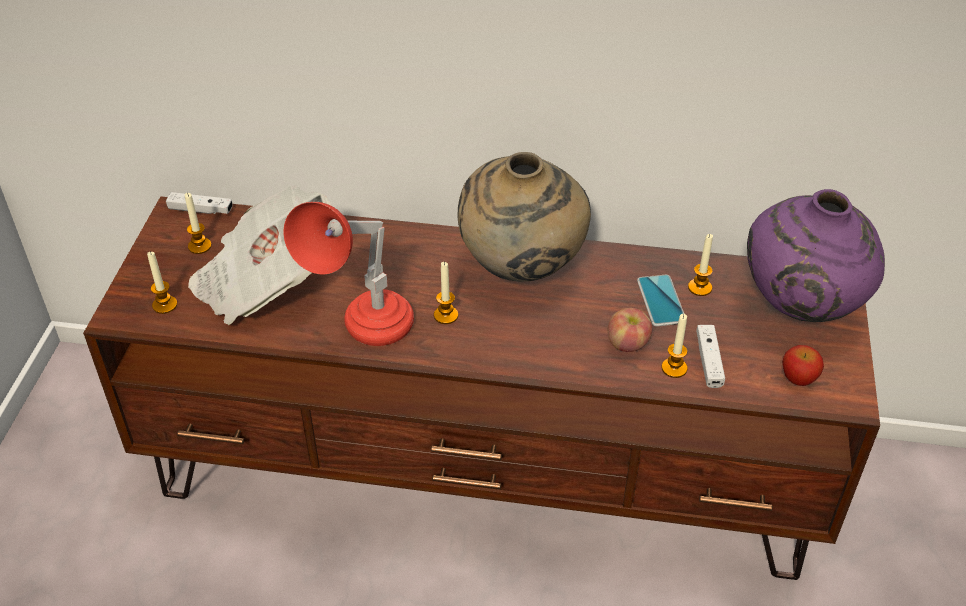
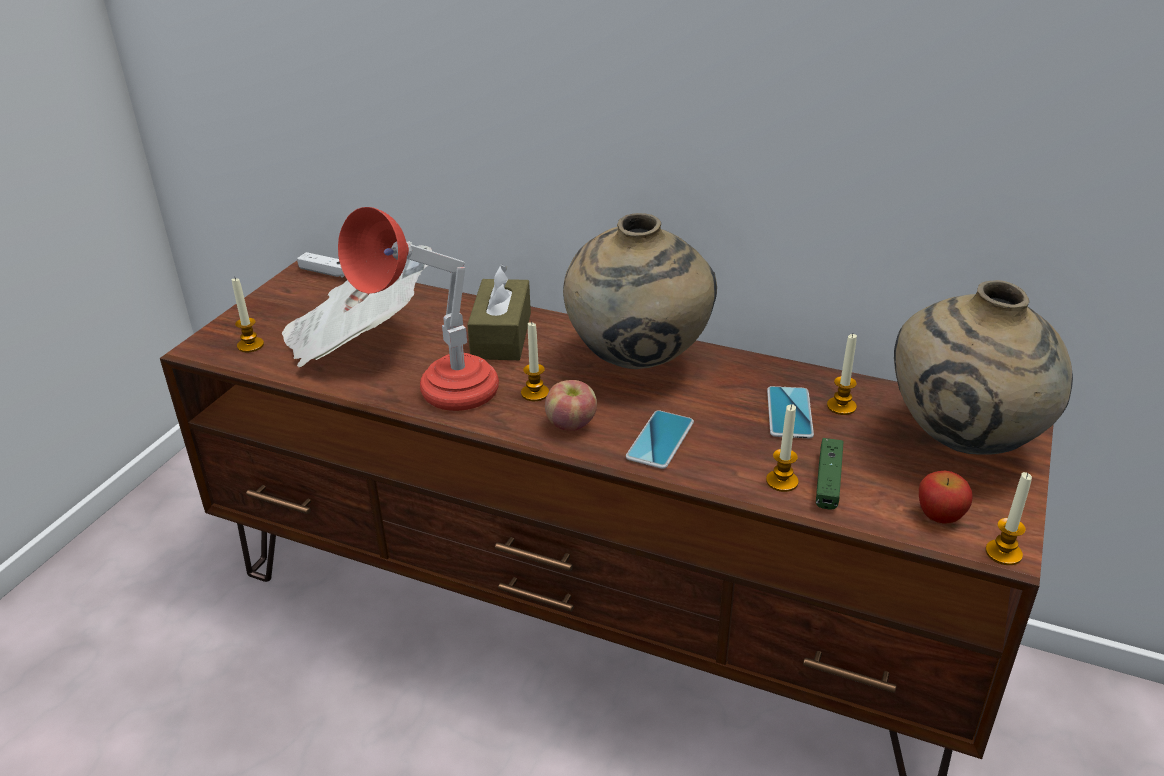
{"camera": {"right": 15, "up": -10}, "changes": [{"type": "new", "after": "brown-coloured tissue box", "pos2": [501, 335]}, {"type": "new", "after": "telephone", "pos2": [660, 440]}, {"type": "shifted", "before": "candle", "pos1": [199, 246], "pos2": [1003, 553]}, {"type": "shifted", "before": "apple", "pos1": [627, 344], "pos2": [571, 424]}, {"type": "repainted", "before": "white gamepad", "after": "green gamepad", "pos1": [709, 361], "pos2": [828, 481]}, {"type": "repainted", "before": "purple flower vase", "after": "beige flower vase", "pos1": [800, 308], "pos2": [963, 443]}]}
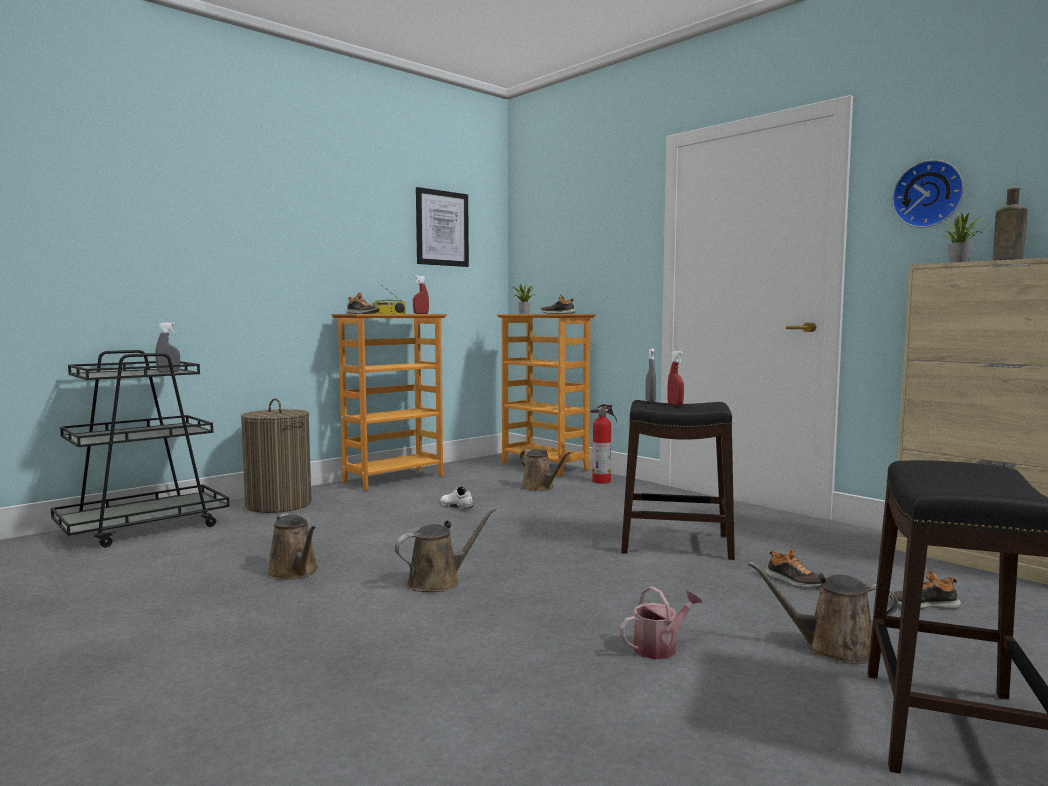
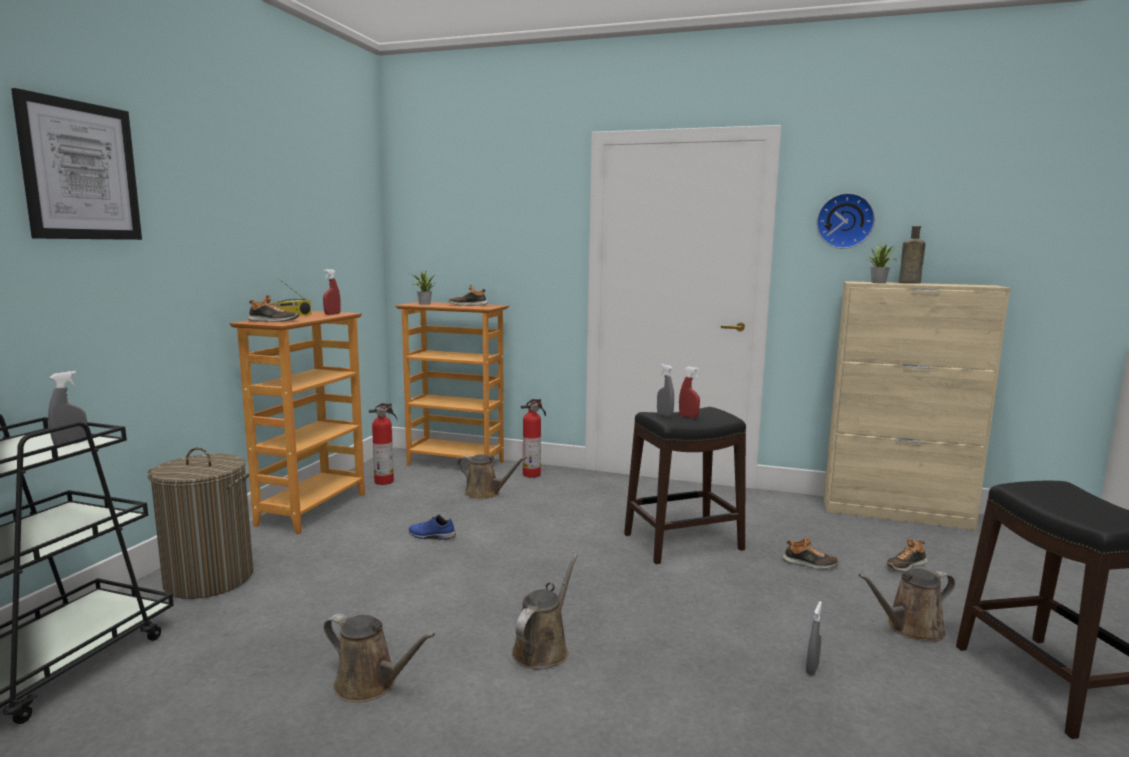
{"camera": {"right": -30, "up": 5}, "changes": [{"type": "new", "after": "fire extinguisher", "pos2": [385, 481]}, {"type": "shifted", "before": "wall art", "pos1": [442, 228], "pos2": [80, 171]}, {"type": "swapped", "before": "sprinkling can", "after": "greyish sprayer", "pos1": [660, 647], "pos2": [812, 669]}, {"type": "repainted", "before": "white item of footwear", "after": "bluish item of footwear", "pos1": [455, 506], "pos2": [431, 536]}]}
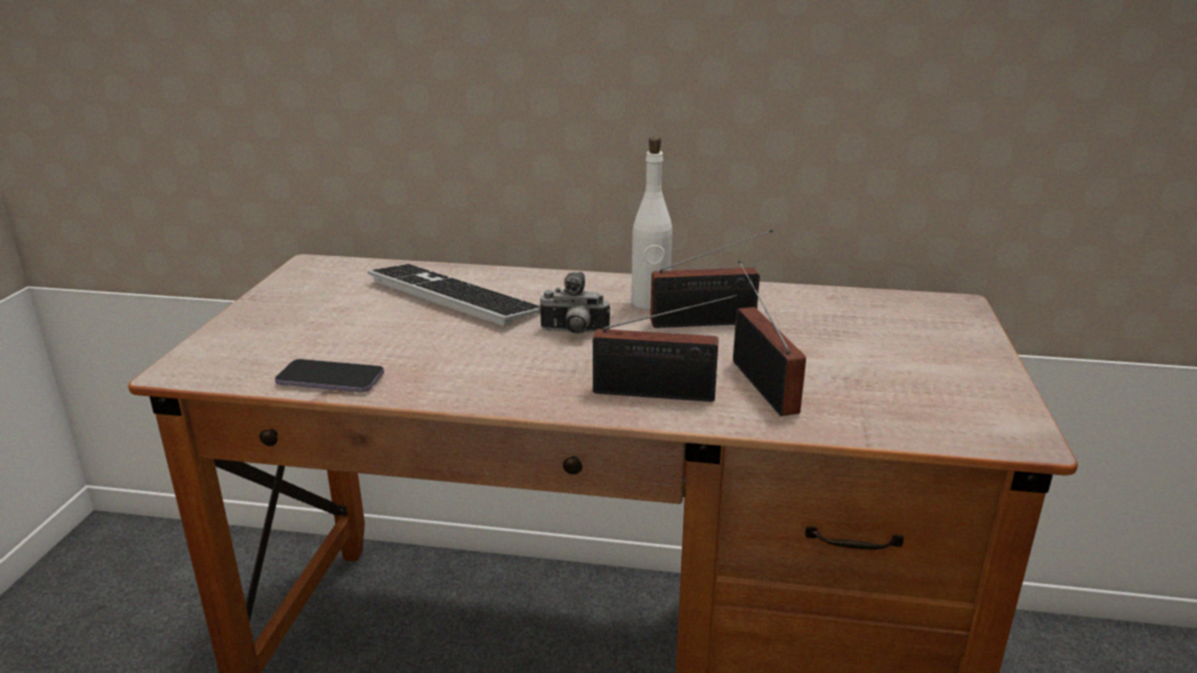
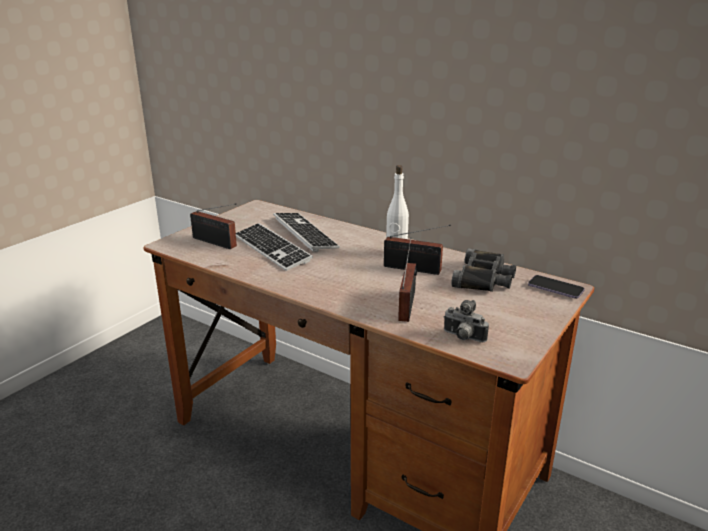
{"camera": {"right": 25, "up": 0}, "changes": [{"type": "new", "after": "keyboard", "pos2": [271, 248]}, {"type": "new", "after": "black-coloured binoculars", "pos2": [484, 278]}, {"type": "shifted", "before": "telephone", "pos1": [330, 379], "pos2": [555, 288]}, {"type": "shifted", "before": "photo camera", "pos1": [574, 333], "pos2": [463, 338]}, {"type": "shifted", "before": "radio", "pos1": [661, 394], "pos2": [216, 243]}]}
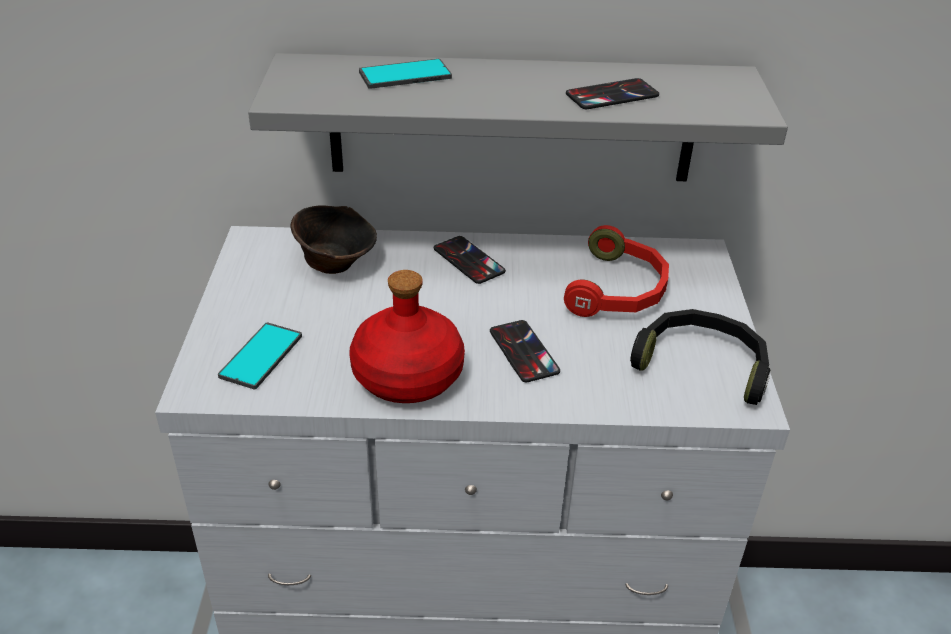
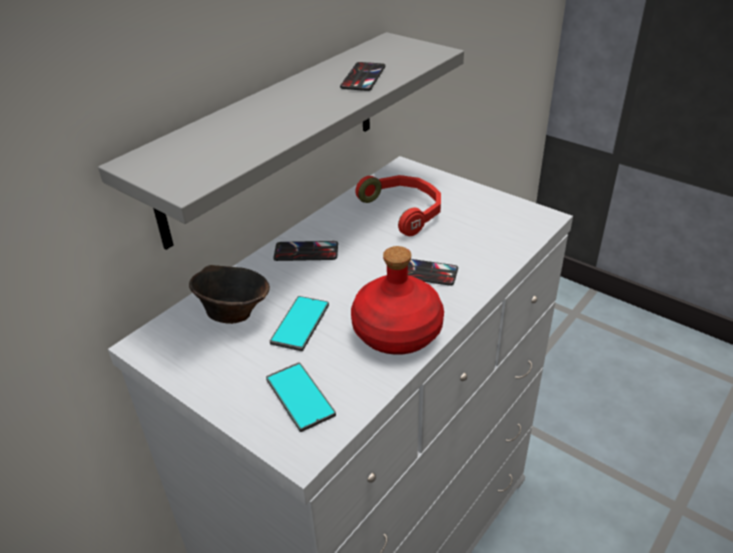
{"camera": {"right": -50, "up": 0}, "changes": [{"type": "gone", "before": "black-coloured headphones", "pos1": [702, 364]}, {"type": "shifted", "before": "telephone", "pos1": [405, 75], "pos2": [300, 324]}]}
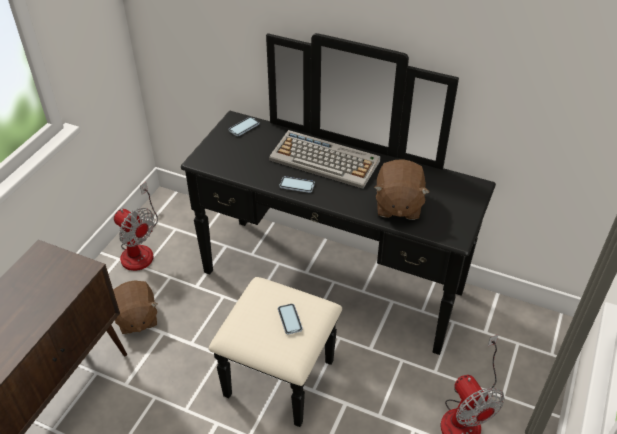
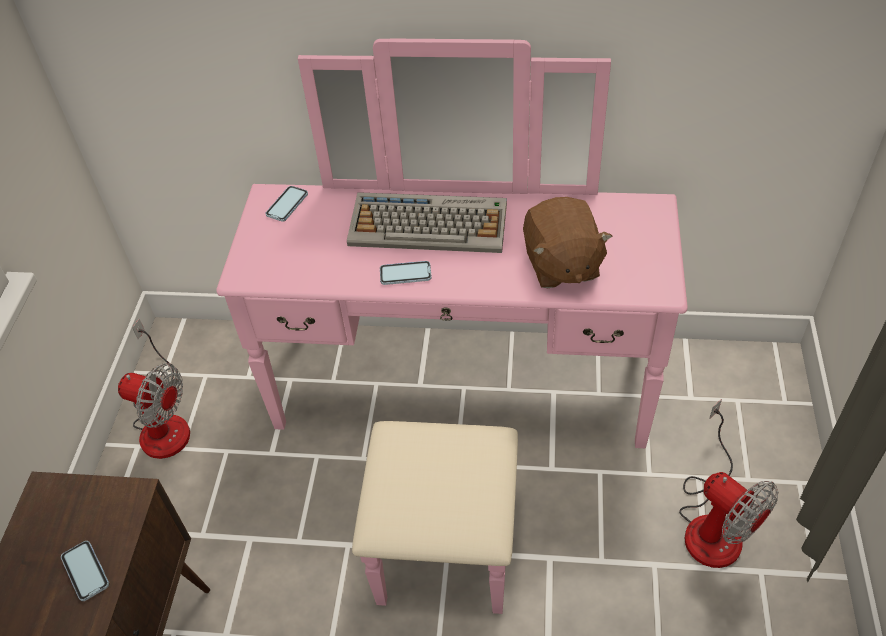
{"camera": {"right": -15, "up": 5}, "changes": [{"type": "gone", "before": "brown-coloured soft toy", "pos1": [137, 318]}, {"type": "shifted", "before": "telephone", "pos1": [290, 319], "pos2": [85, 571]}, {"type": "repainted", "before": "black-coloured dresser", "after": "pink dresser", "pos1": [322, 302], "pos2": [459, 422]}]}
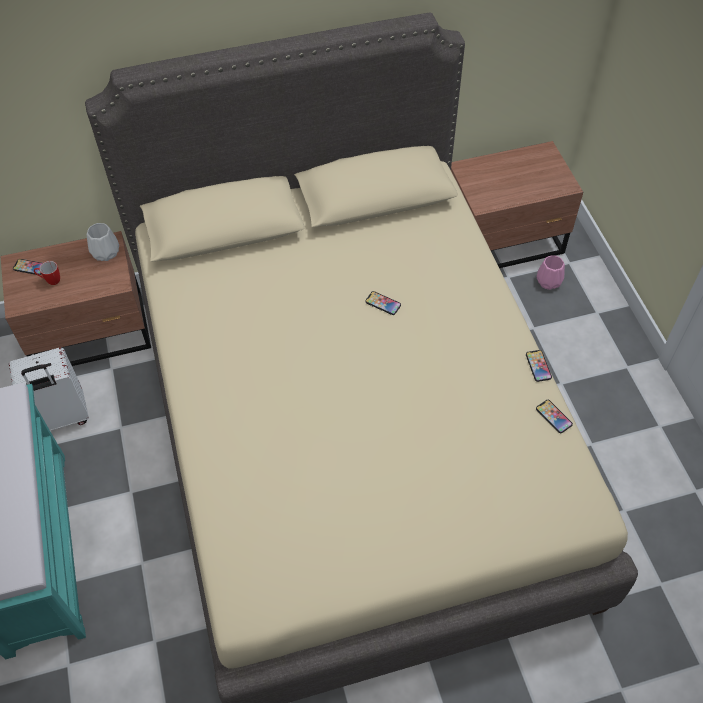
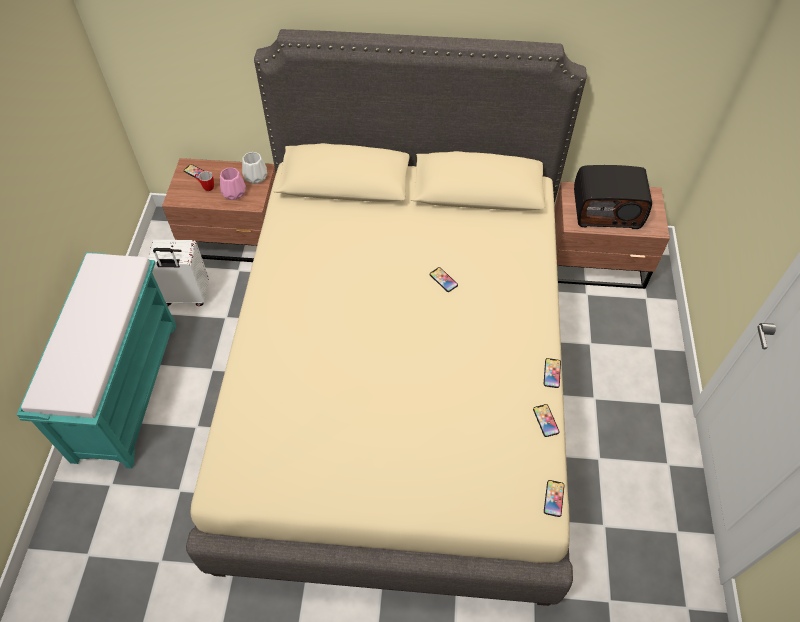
{"camera": {"right": 20, "up": 0}, "changes": [{"type": "new", "after": "telephone", "pos2": [554, 498]}, {"type": "new", "after": "radio", "pos2": [606, 210]}, {"type": "shifted", "before": "pink flower vase", "pos1": [549, 282], "pos2": [234, 193]}]}
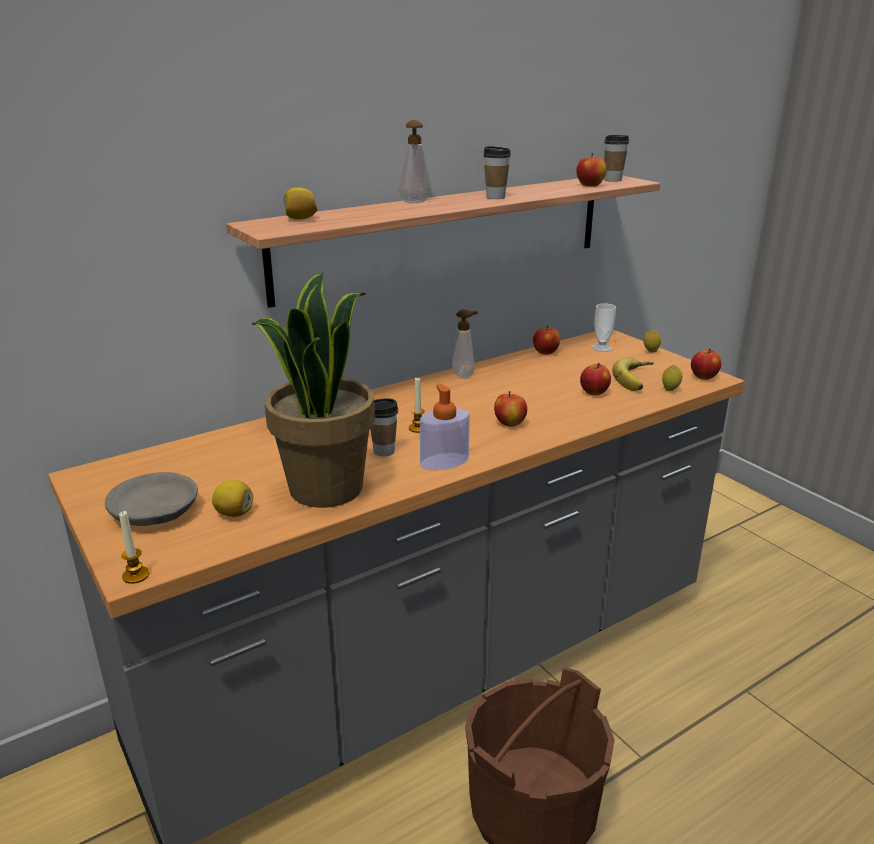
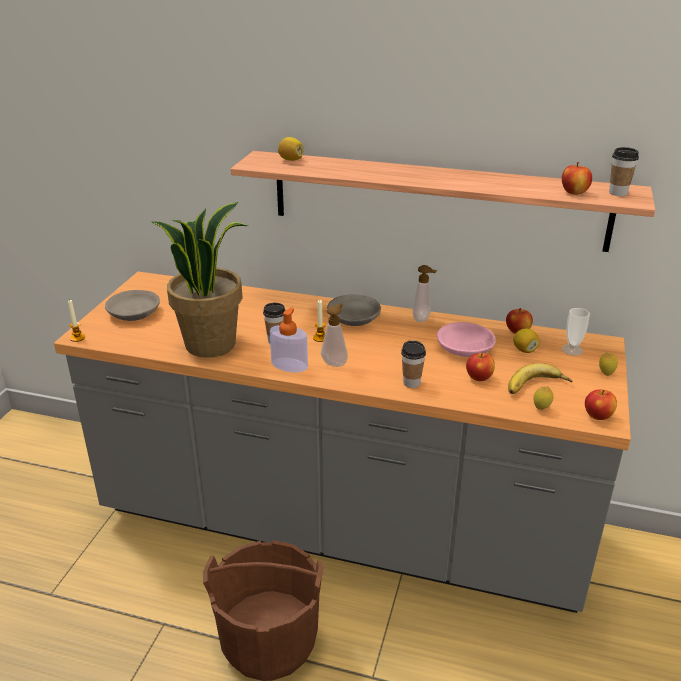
{"camera": {"right": 50, "up": 5}, "changes": [{"type": "gone", "before": "apple", "pos1": [510, 423]}, {"type": "new", "after": "greyish serving bowl", "pos2": [353, 318]}, {"type": "new", "after": "pink serving bowl", "pos2": [465, 348]}, {"type": "shifted", "before": "whole lemon", "pos1": [234, 513], "pos2": [524, 350]}, {"type": "shifted", "before": "soap bottle", "pos1": [414, 201], "pos2": [335, 363]}, {"type": "shifted", "before": "cup", "pos1": [495, 197], "pos2": [411, 383]}]}
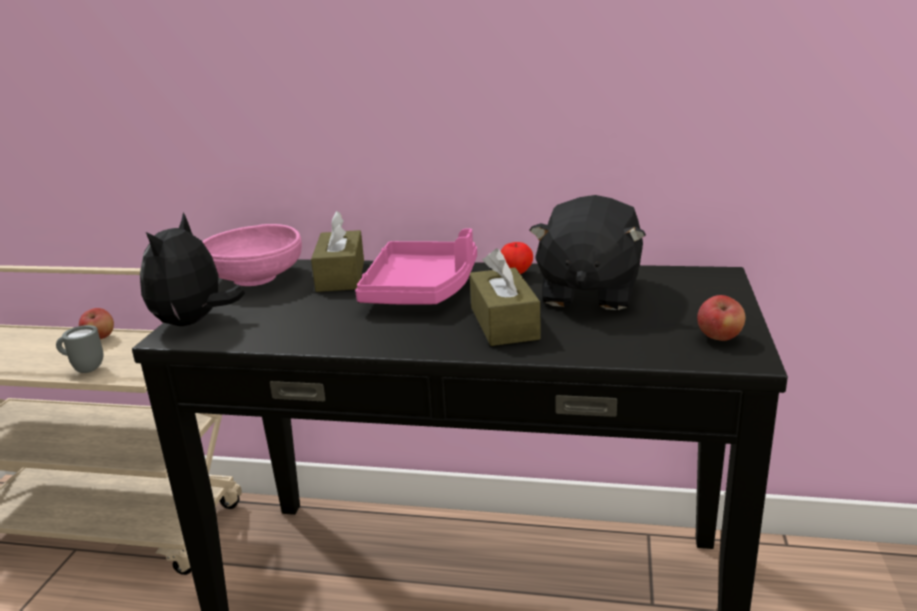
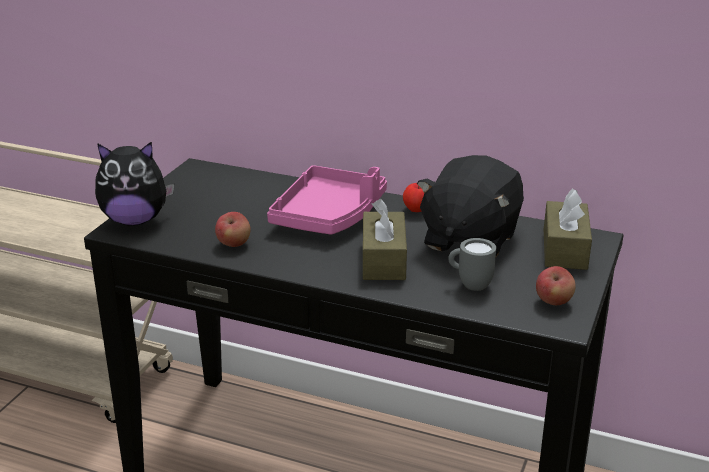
{"camera": {"right": 10, "up": 5}, "changes": [{"type": "gone", "before": "pink serving bowl", "pos1": [256, 278]}, {"type": "shifted", "before": "greyish tea mug", "pos1": [84, 369], "pos2": [470, 285]}, {"type": "shifted", "before": "apple", "pos1": [100, 337], "pos2": [234, 244]}, {"type": "shifted", "before": "brown-coloured tissue box", "pos1": [340, 276], "pos2": [564, 249]}, {"type": "rotated", "before": "soft toy", "pos1": [193, 322], "pos2": [135, 220], "turn": -120}]}
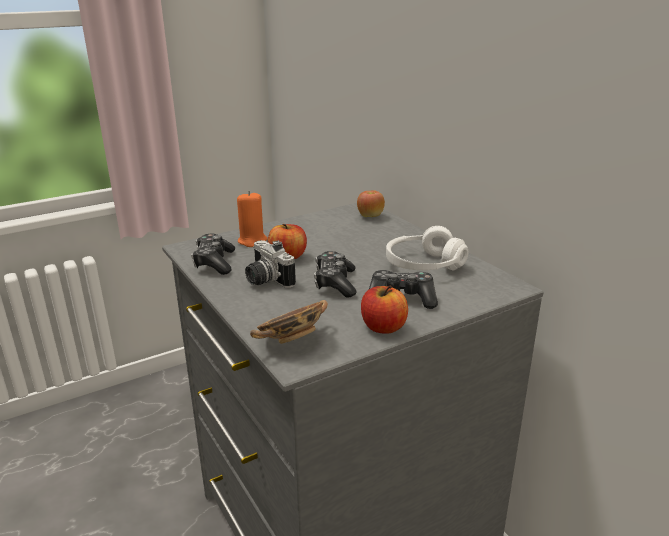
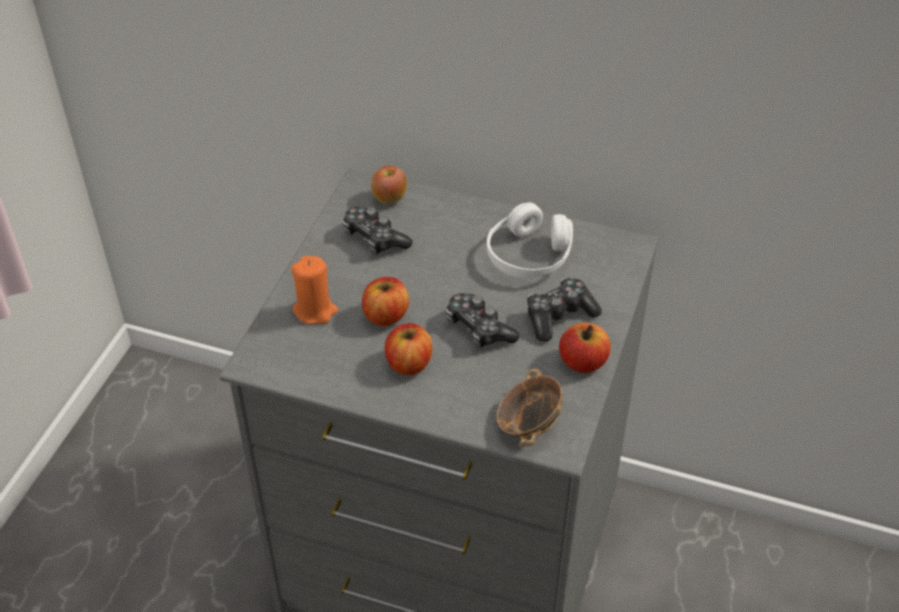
{"camera": {"right": -40, "up": 20}, "changes": [{"type": "shifted", "before": "gamepad", "pos1": [214, 262], "pos2": [374, 238]}, {"type": "swapped", "before": "photo camera", "after": "apple", "pos1": [265, 280], "pos2": [408, 363]}]}
